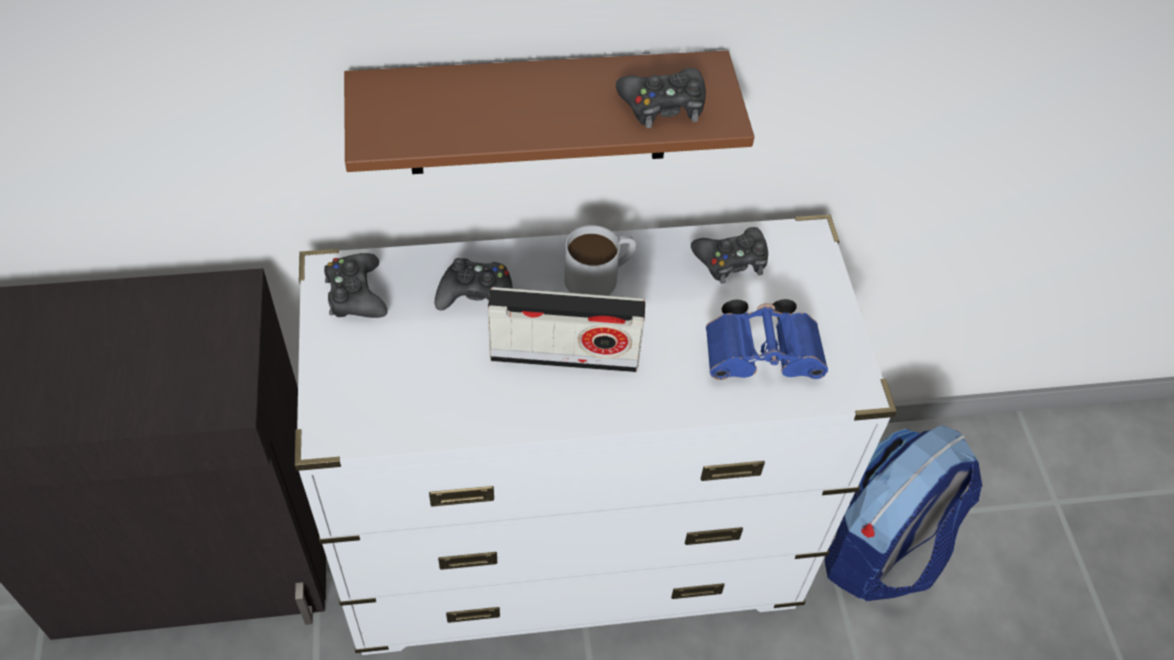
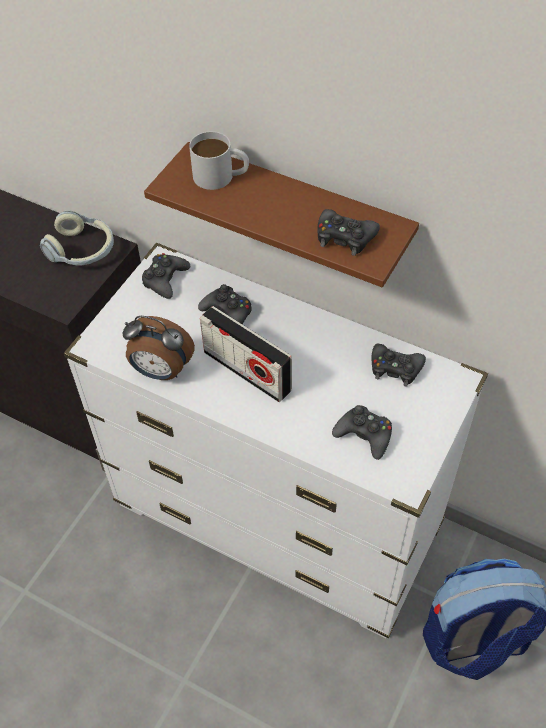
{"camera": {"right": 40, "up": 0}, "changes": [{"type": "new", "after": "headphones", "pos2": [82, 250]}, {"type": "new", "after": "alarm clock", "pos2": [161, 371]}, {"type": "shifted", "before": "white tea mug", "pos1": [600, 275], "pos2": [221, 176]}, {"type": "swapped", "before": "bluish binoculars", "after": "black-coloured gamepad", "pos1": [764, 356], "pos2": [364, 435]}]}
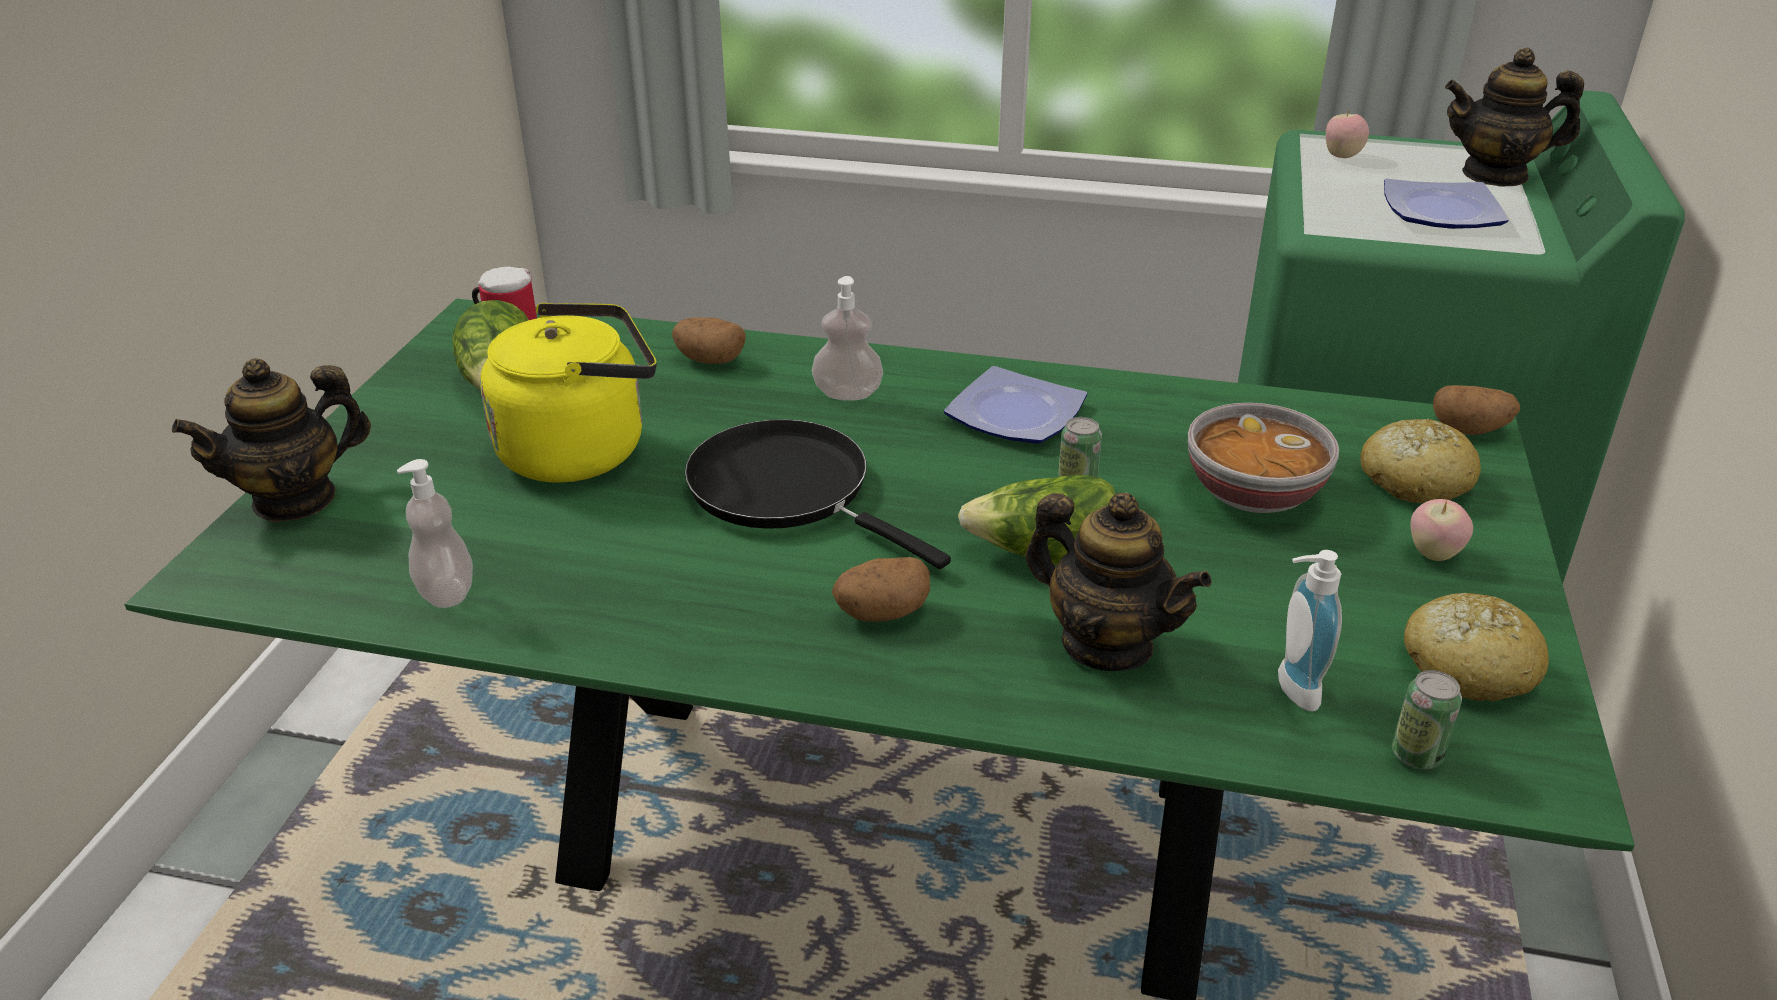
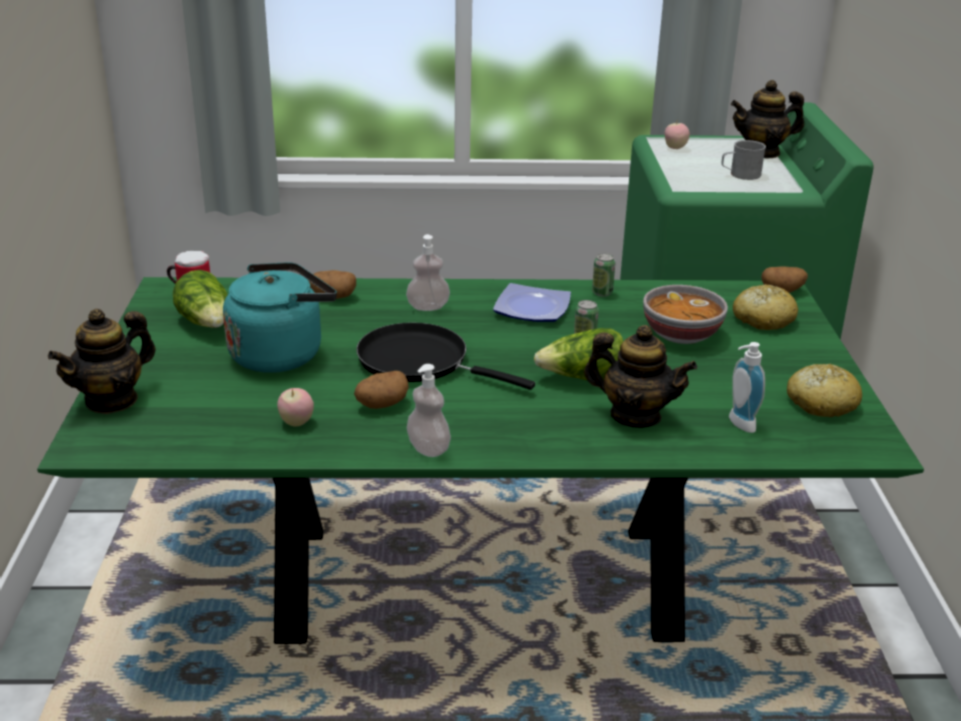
{"camera": {"right": -15, "up": -5}, "changes": [{"type": "shifted", "before": "soap bottle", "pos1": [446, 592], "pos2": [428, 449]}, {"type": "shifted", "before": "whole potato", "pos1": [881, 613], "pos2": [381, 405]}, {"type": "shifted", "before": "sealed can", "pos1": [1416, 755], "pos2": [602, 293]}, {"type": "shifted", "before": "apple", "pos1": [1433, 554], "pos2": [296, 422]}, {"type": "swapped", "before": "dinner plate", "after": "greyish tea mug", "pos1": [1439, 212], "pos2": [740, 175]}, {"type": "repainted", "before": "yellow-coloured kettle", "after": "turquoise kettle", "pos1": [581, 450], "pos2": [281, 354]}]}
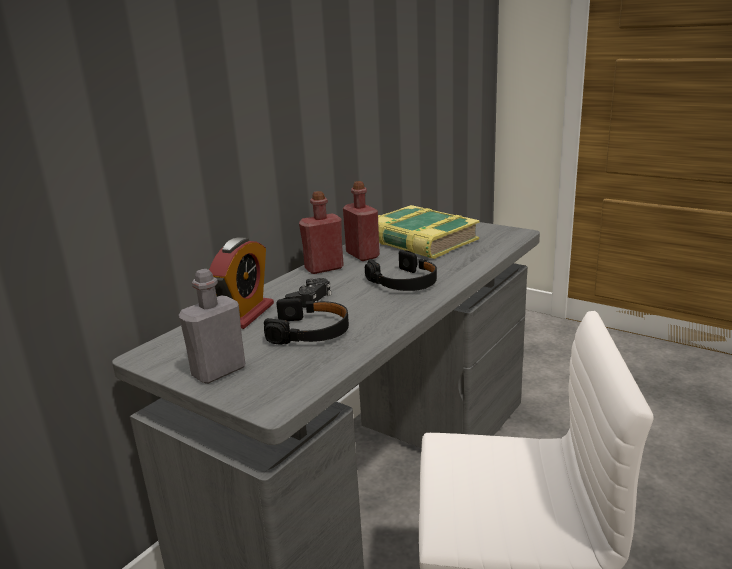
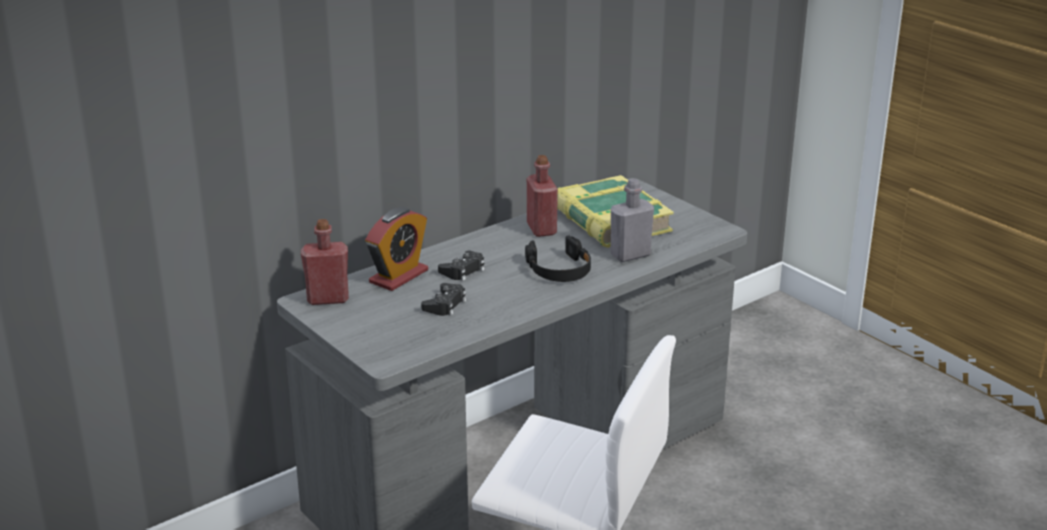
{"camera": {"right": 15, "up": 5}, "changes": [{"type": "shifted", "before": "greyish bottle", "pos1": [219, 371], "pos2": [630, 255]}, {"type": "shifted", "before": "red-coloured bottle", "pos1": [324, 268], "pos2": [328, 299]}, {"type": "swapped", "before": "black-coloured headphones", "after": "black-coloured gamepad", "pos1": [310, 331], "pos2": [445, 305]}]}
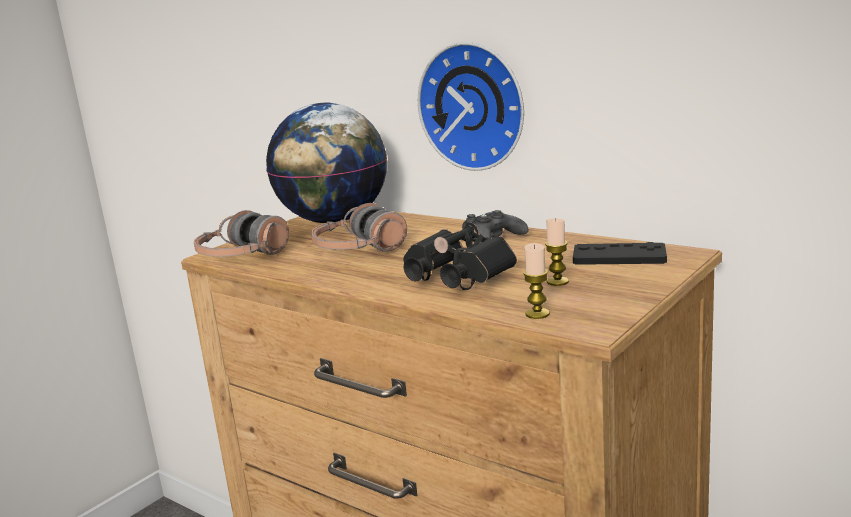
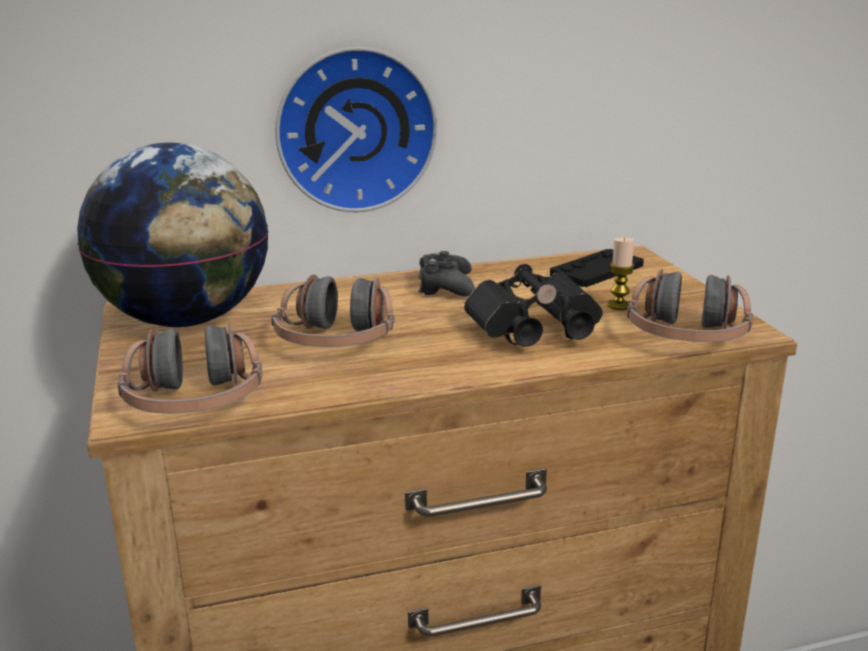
{"camera": {"right": -55, "up": 5}, "changes": [{"type": "swapped", "before": "candle", "after": "headphones", "pos1": [537, 314], "pos2": [686, 336]}]}
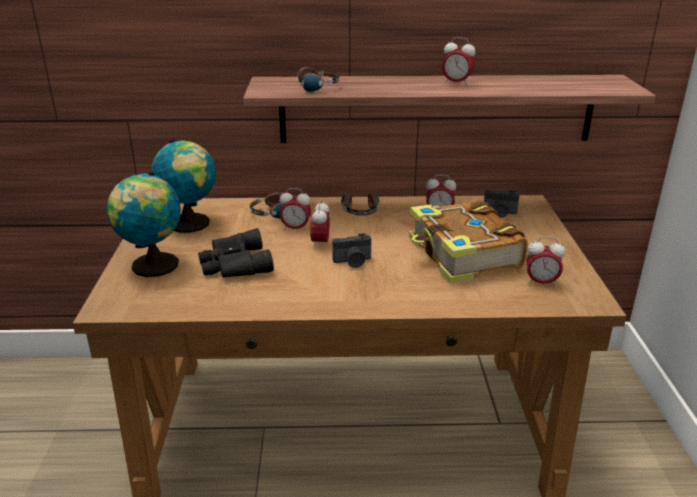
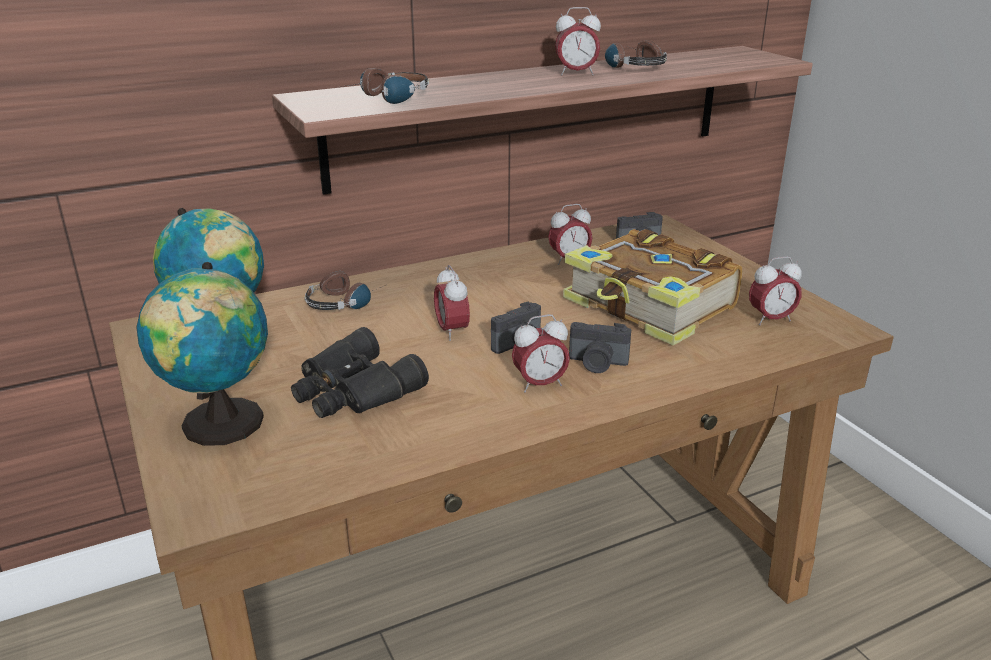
{"camera": {"right": -25, "up": 0}, "changes": [{"type": "new", "after": "photo camera", "pos2": [597, 364]}, {"type": "shifted", "before": "alarm clock", "pos1": [295, 229], "pos2": [539, 384]}, {"type": "shifted", "before": "headphones", "pos1": [360, 208], "pos2": [631, 66]}]}
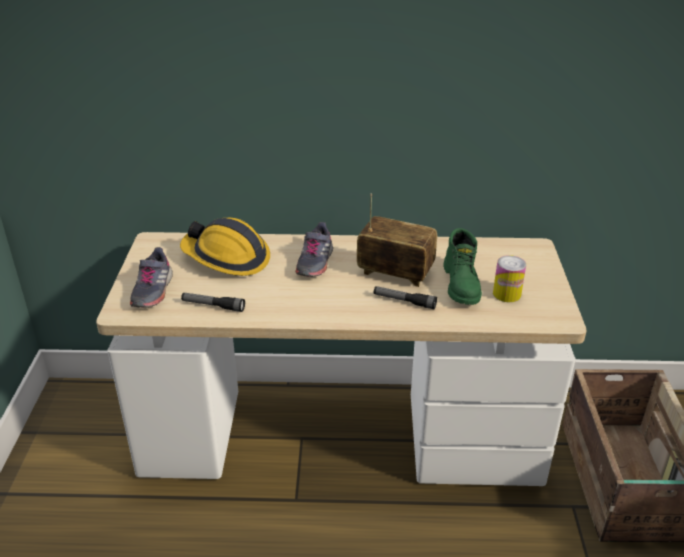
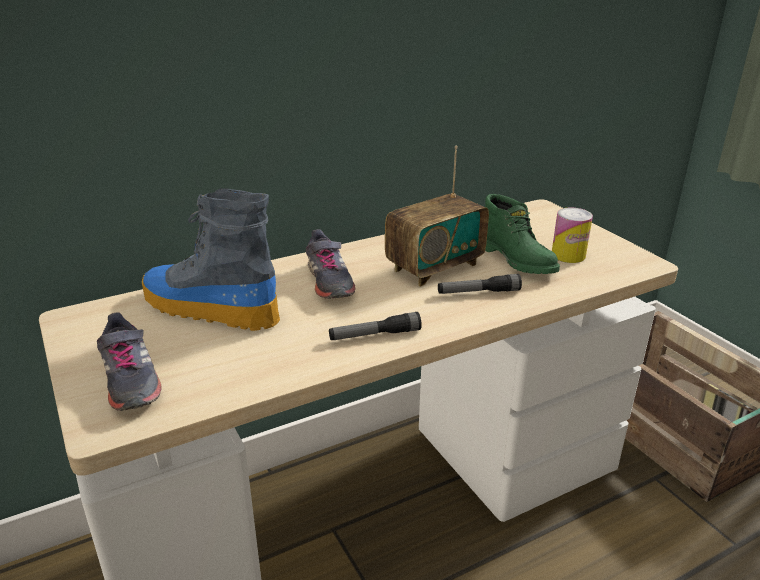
{"camera": {"right": -30, "up": -5}, "changes": [{"type": "shifted", "before": "flashlight", "pos1": [213, 306], "pos2": [375, 335]}, {"type": "swapped", "before": "safety helmet", "after": "high-top boot", "pos1": [227, 258], "pos2": [208, 308]}, {"type": "rotated", "before": "radio", "pos1": [395, 273], "pos2": [434, 267], "turn": 150}]}
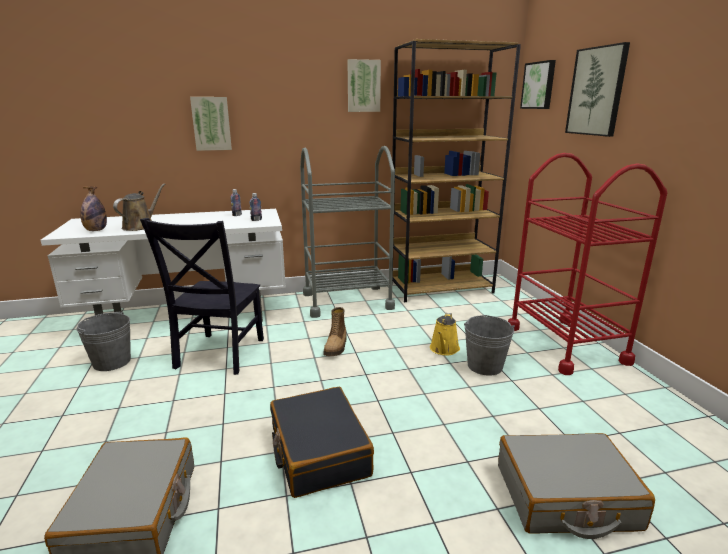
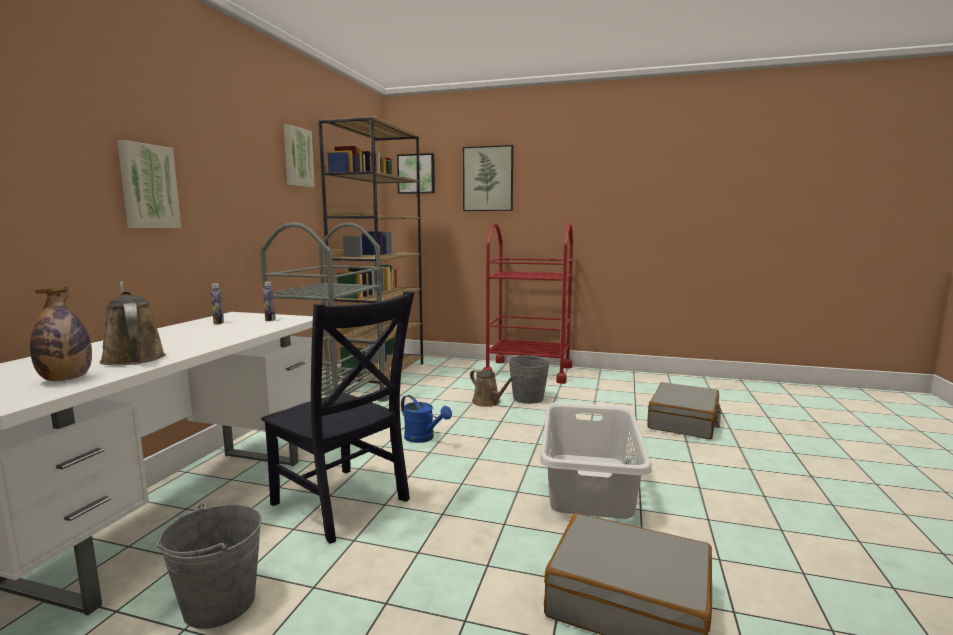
{"camera": {"right": -60, "up": -10}, "changes": [{"type": "swapped", "before": "black-coloured piece of luggage", "after": "greyish laundry basket", "pos1": [318, 452], "pos2": [590, 483]}, {"type": "swapped", "before": "high-top boot", "after": "bluish sprinkling can", "pos1": [336, 347], "pos2": [423, 438]}, {"type": "repainted", "before": "yellow-coloured sprinkling can", "after": "brown-coloured sprinkling can", "pos1": [444, 349], "pos2": [488, 402]}]}
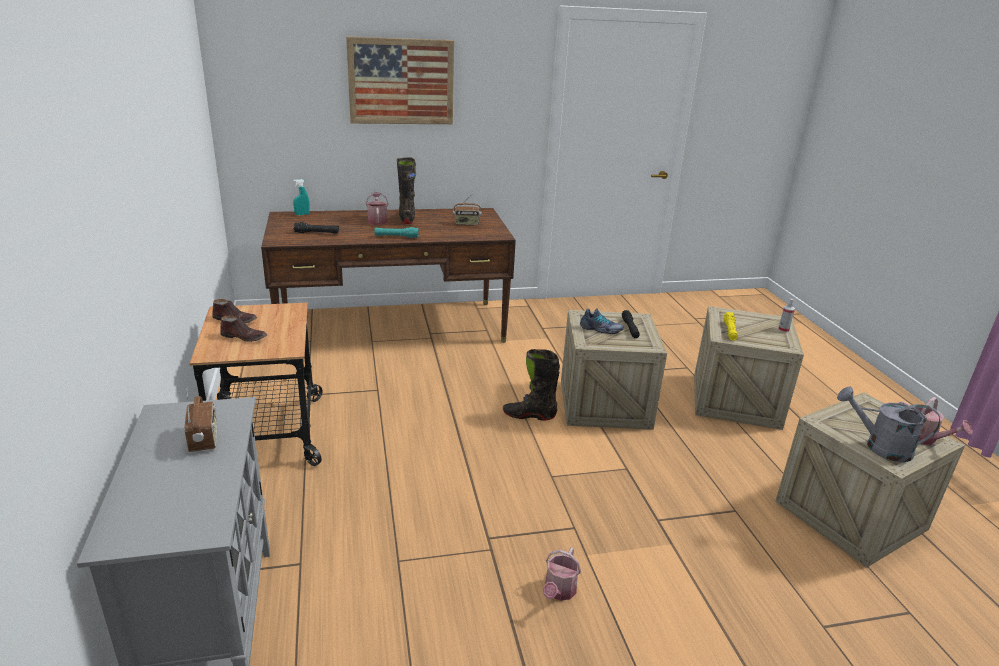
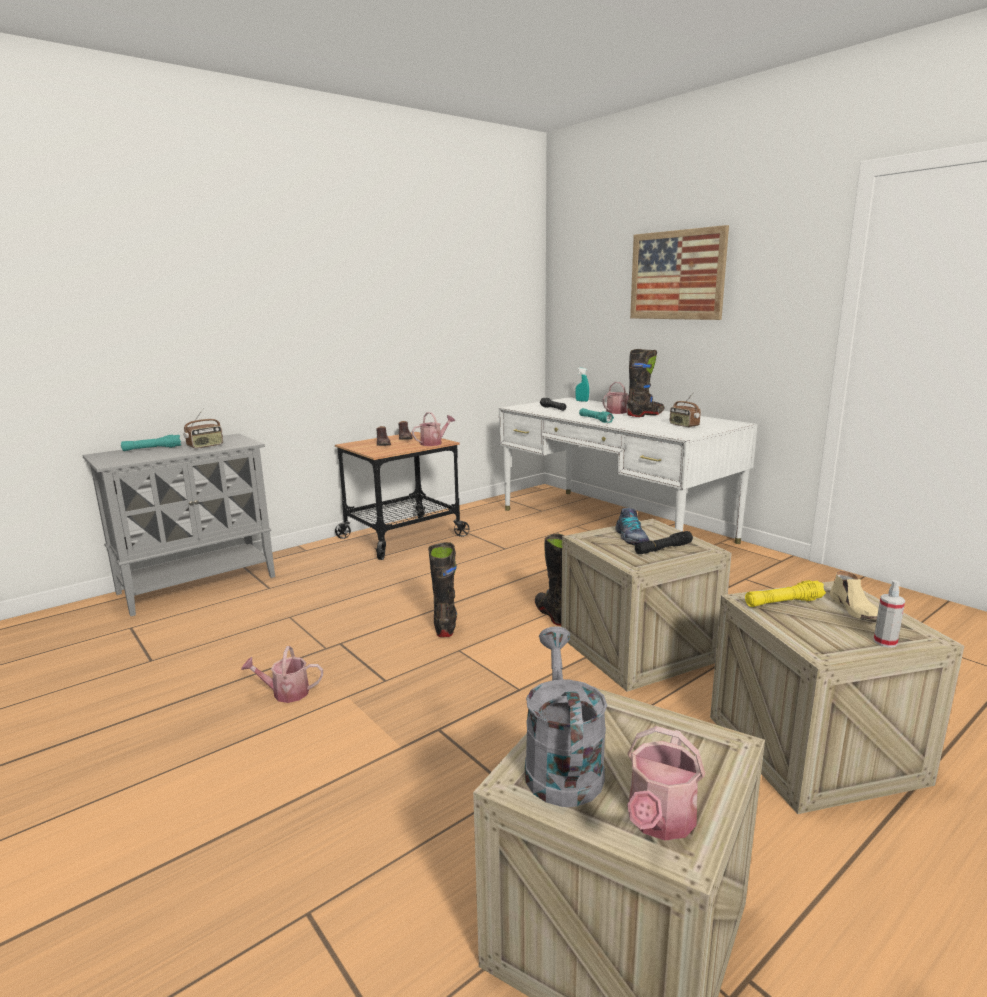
{"camera": {"right": 65, "up": -10}, "changes": [{"type": "new", "after": "turquoise flashlight", "pos2": [152, 449]}, {"type": "new", "after": "sprinkling can", "pos2": [434, 443]}, {"type": "new", "after": "black-coloured high-top boot", "pos2": [445, 624]}, {"type": "new", "after": "beige item of footwear", "pos2": [856, 610]}, {"type": "repainted", "before": "brown-coloured desk unit", "after": "white desk unit", "pos1": [391, 327], "pos2": [613, 525]}]}
